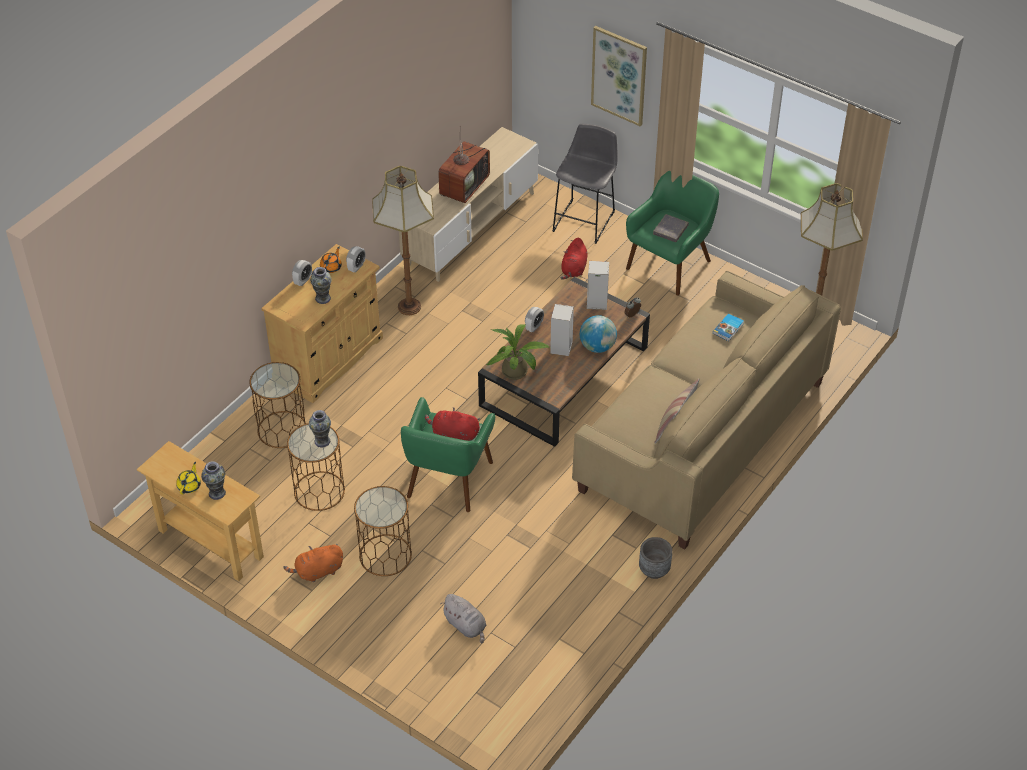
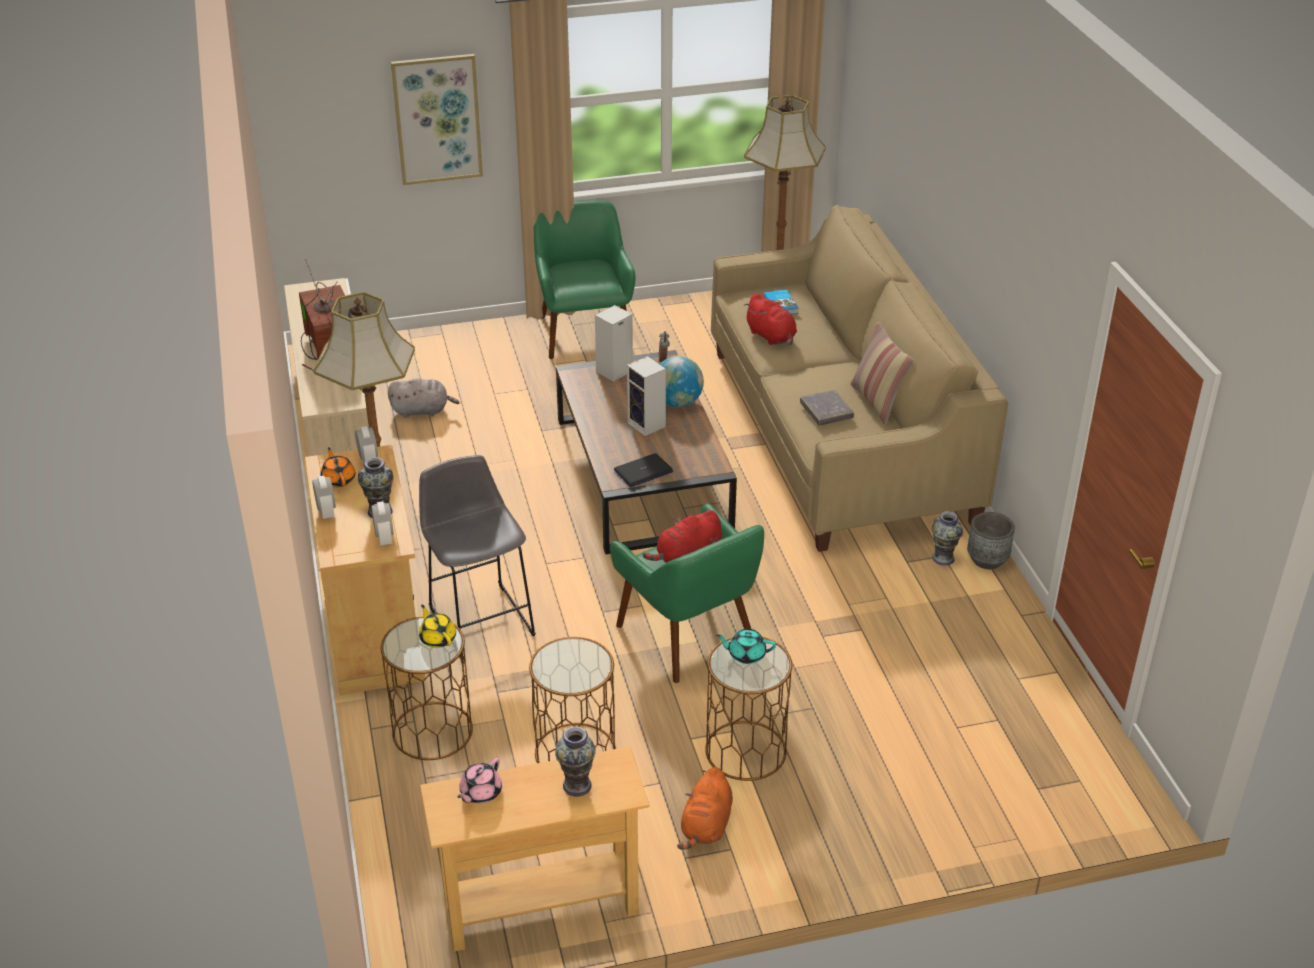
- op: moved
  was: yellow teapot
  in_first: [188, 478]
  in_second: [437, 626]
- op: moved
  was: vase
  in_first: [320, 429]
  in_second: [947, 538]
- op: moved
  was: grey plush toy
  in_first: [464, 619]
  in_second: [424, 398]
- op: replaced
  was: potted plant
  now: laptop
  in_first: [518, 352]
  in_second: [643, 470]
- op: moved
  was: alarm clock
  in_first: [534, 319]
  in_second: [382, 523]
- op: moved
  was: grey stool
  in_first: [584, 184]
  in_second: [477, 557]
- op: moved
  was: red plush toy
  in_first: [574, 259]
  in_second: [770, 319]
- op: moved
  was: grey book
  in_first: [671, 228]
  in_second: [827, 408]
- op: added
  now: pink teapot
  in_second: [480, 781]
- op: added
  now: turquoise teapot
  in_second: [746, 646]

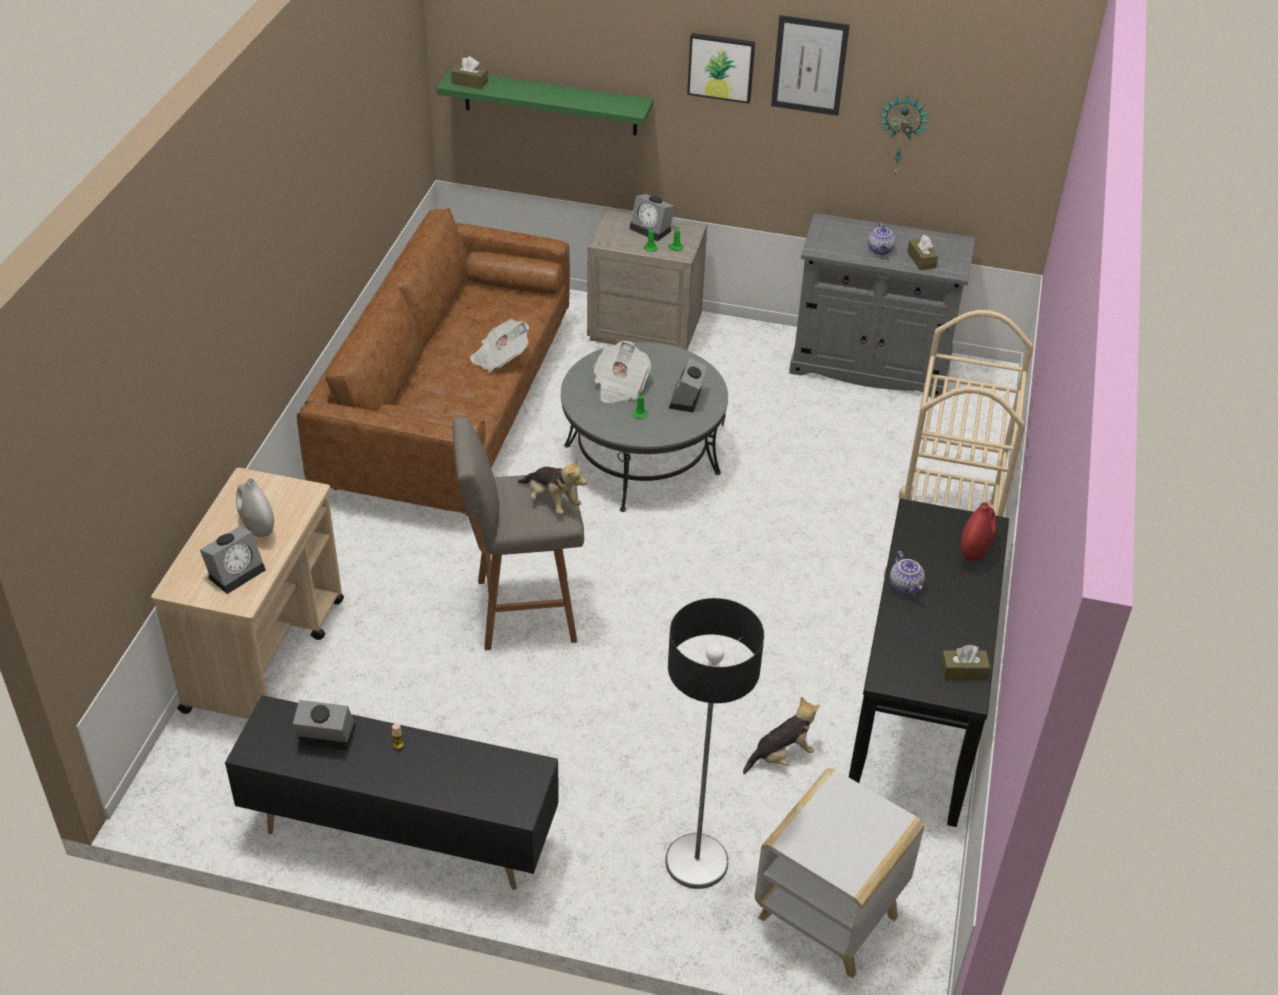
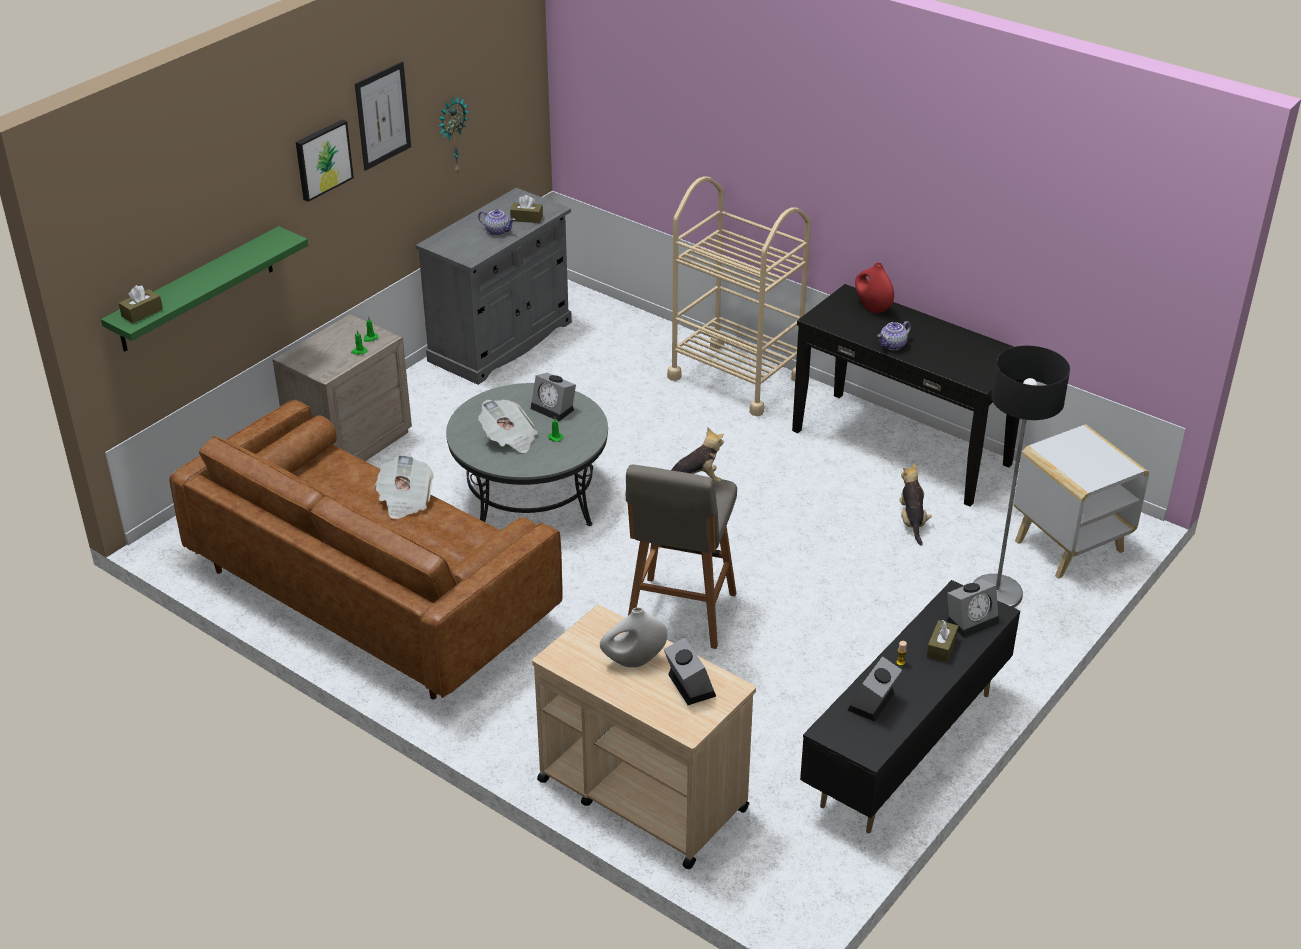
- op: moved
  was: alarm clock
  in_first: [652, 217]
  in_second: [973, 608]
- op: turned
  was: teapot
  in_first: [907, 573]
  in_second: [894, 335]
  clockwise: 135
- op: moved
  was: brown tissue box
  in_first: [965, 663]
  in_second: [942, 641]

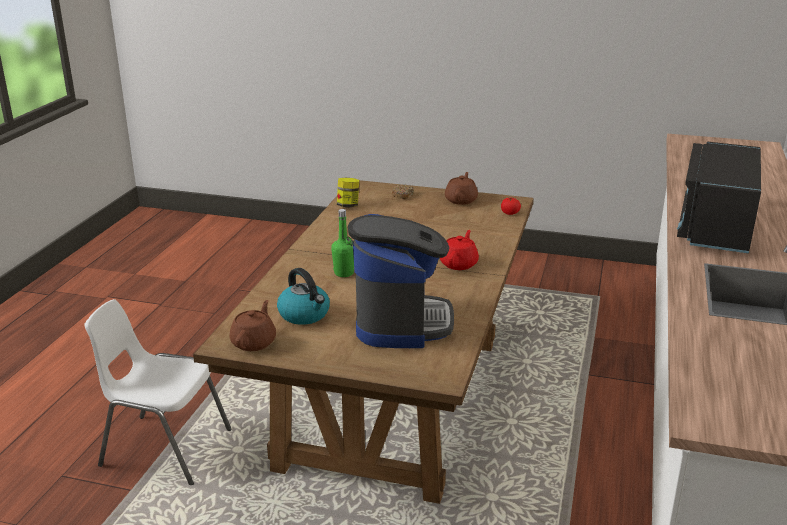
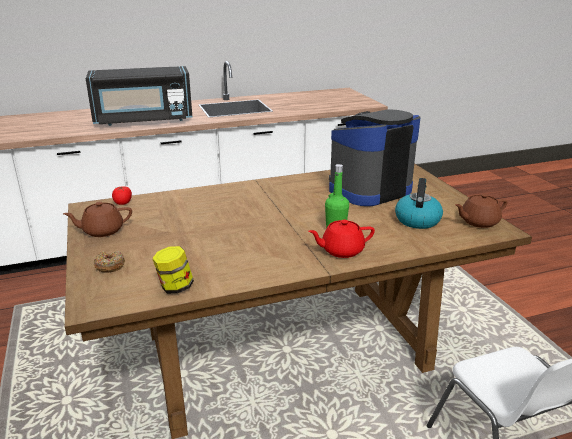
- op: moved
  was: red teapot
  in_first: [459, 250]
  in_second: [341, 239]

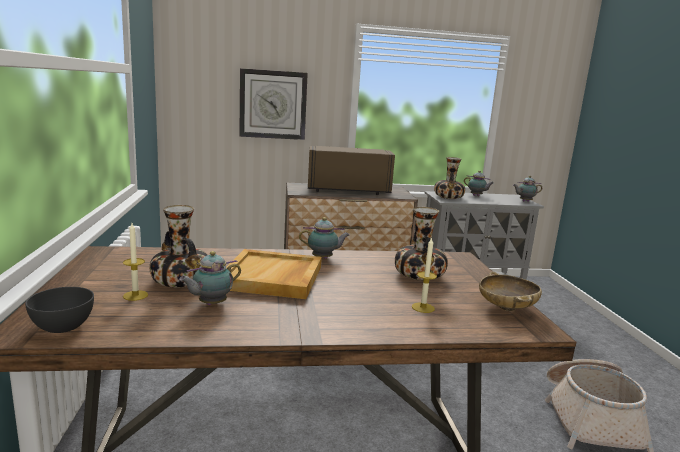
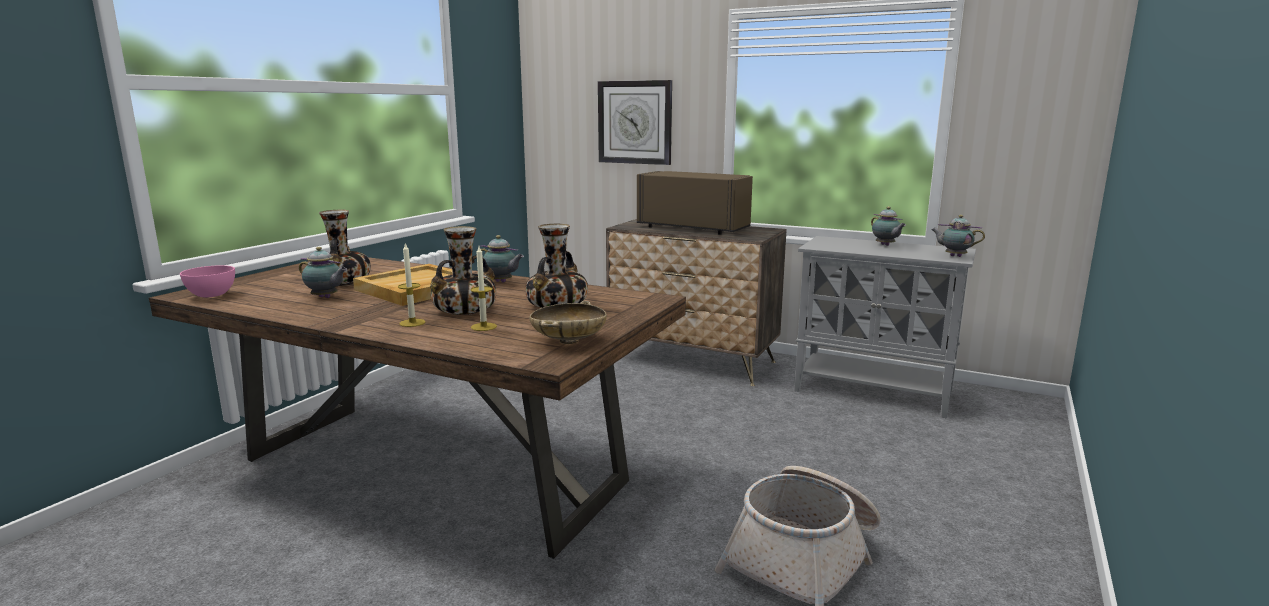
- op: recoloured
  was: grey bowl
  now: pink bowl
  in_first: [59, 310]
  in_second: [207, 281]
- op: moved
  was: candle
  in_first: [135, 262]
  in_second: [412, 285]
- op: turned
  was: teapot
  in_first: [210, 278]
  in_second: [323, 272]
  clockwise: -150
- op: moved
  was: vase
  in_first: [449, 178]
  in_second: [463, 270]

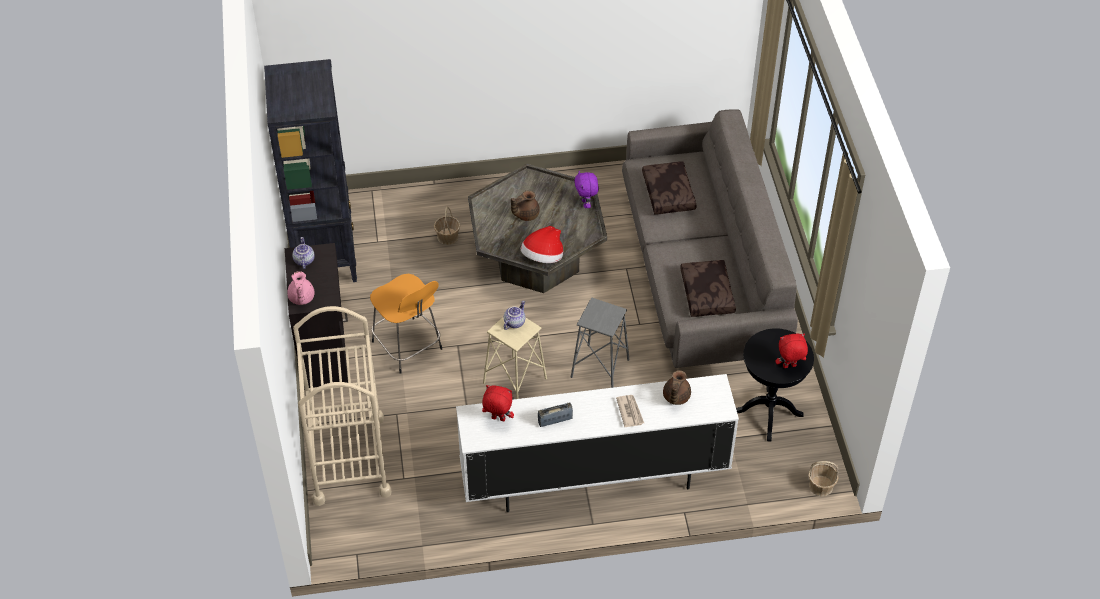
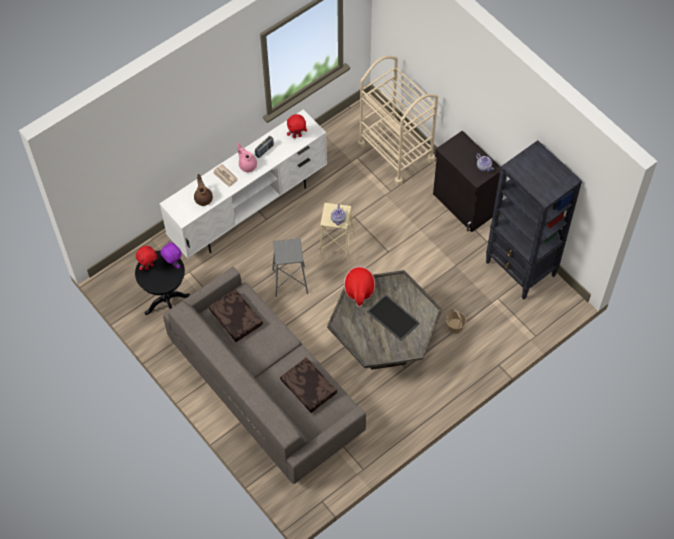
- op: moved
  was: pink teapot
  in_first: [301, 288]
  in_second: [247, 157]
- op: removed
  was: orange stool
  in_first: [406, 324]
- op: replaced
  was: brown teapot
  now: tray
  in_first: [525, 205]
  in_second: [393, 317]
- op: moved
  was: purple plush toy
  in_first: [586, 189]
  in_second: [171, 255]
- op: removed
  was: basket
  in_first: [823, 478]

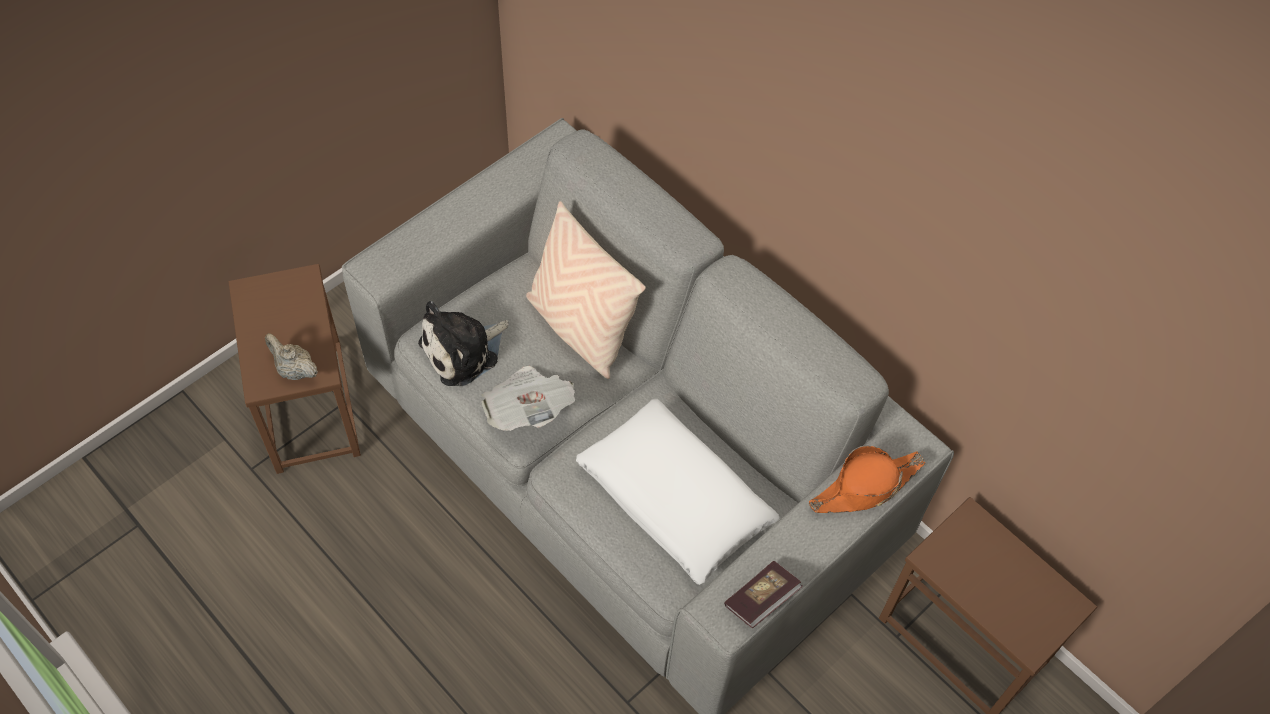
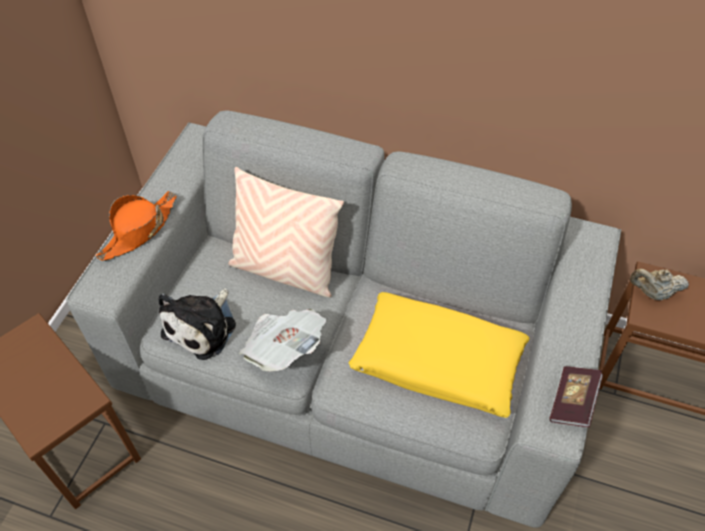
- op: moved
  was: beige teapot
  in_first: [291, 356]
  in_second: [659, 284]
- op: recoloured
  was: white pillow
  now: yellow pillow
  in_first: [678, 492]
  in_second: [439, 355]
- op: moved
  was: orange hat
  in_first: [867, 479]
  in_second: [136, 226]

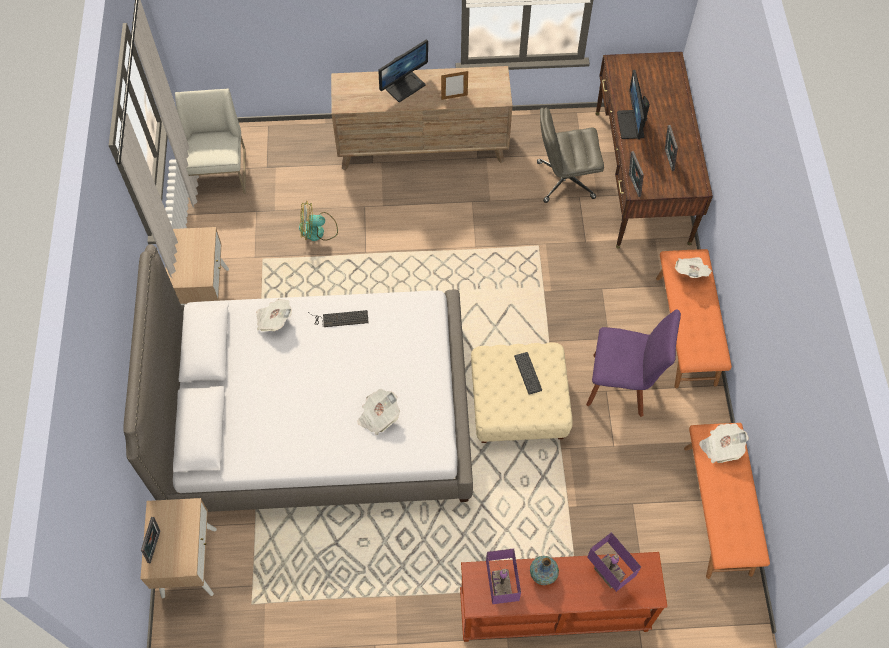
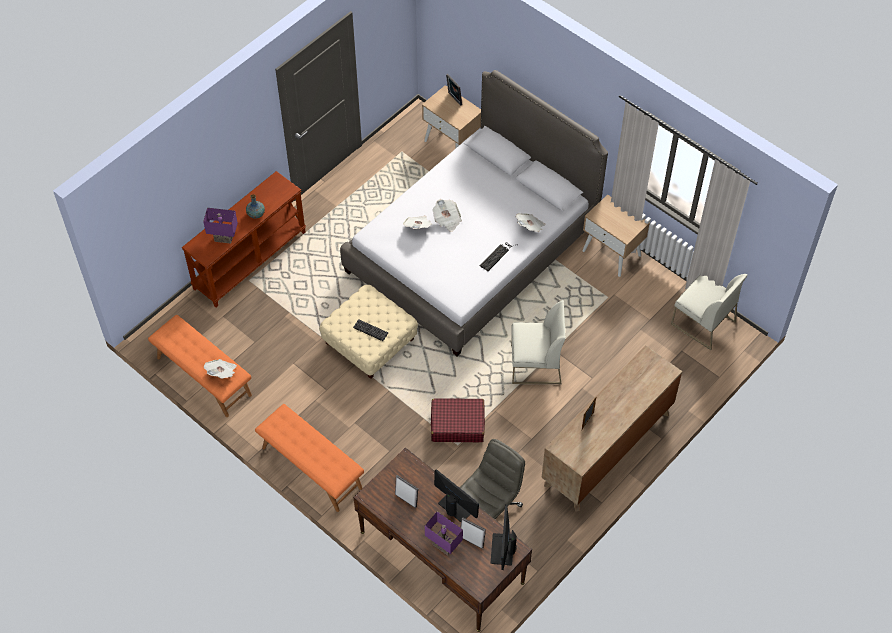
- op: removed
  was: fan
  in_first: [318, 221]
- op: moved
  was: monitor
  in_first: [403, 70]
  in_second: [504, 537]
- op: moved
  was: purple table lamp
  in_first: [503, 576]
  in_second: [444, 533]
- op: removed
  was: purple chair
  in_first: [633, 363]
- op: moved
  was: picture frame
  in_first: [636, 174]
  in_second: [473, 533]
- op: moved
  was: newspaper
  in_first: [693, 267]
  in_second: [447, 215]
- op: added
  now: red suitcase
  in_second: [458, 420]
- op: added
  now: white chair
  in_second: [538, 342]

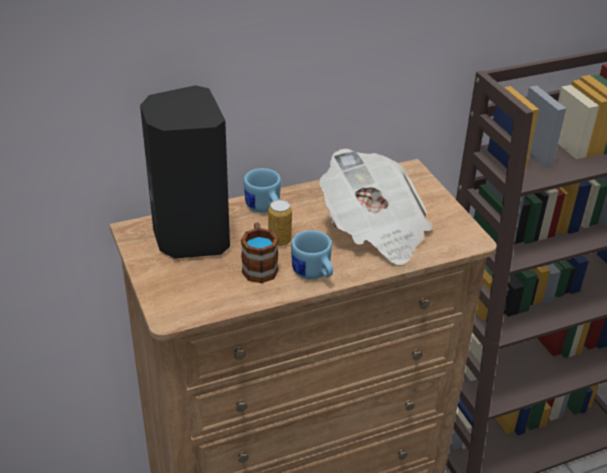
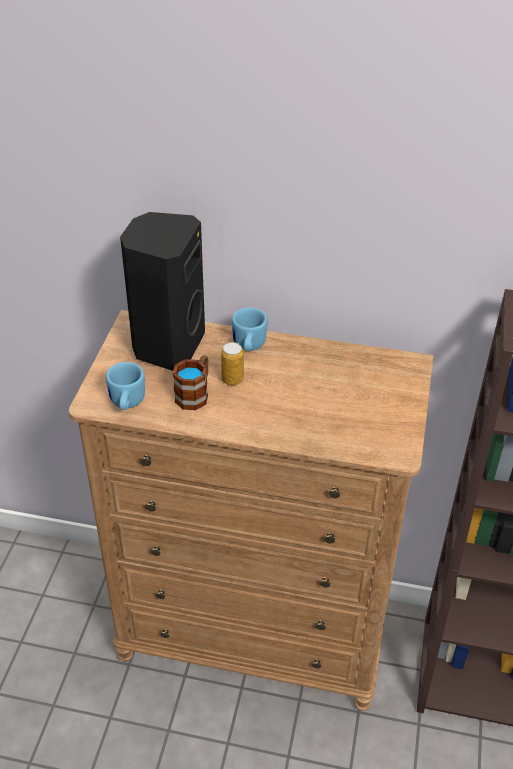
- op: moved
  was: blue mug
  in_first: [312, 255]
  in_second: [125, 386]
- op: removed
  was: newspaper
  in_first: [376, 206]

